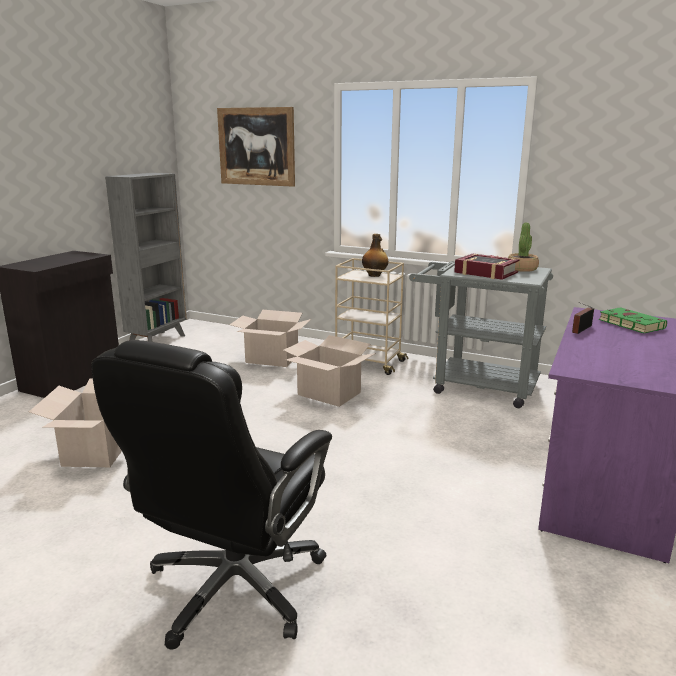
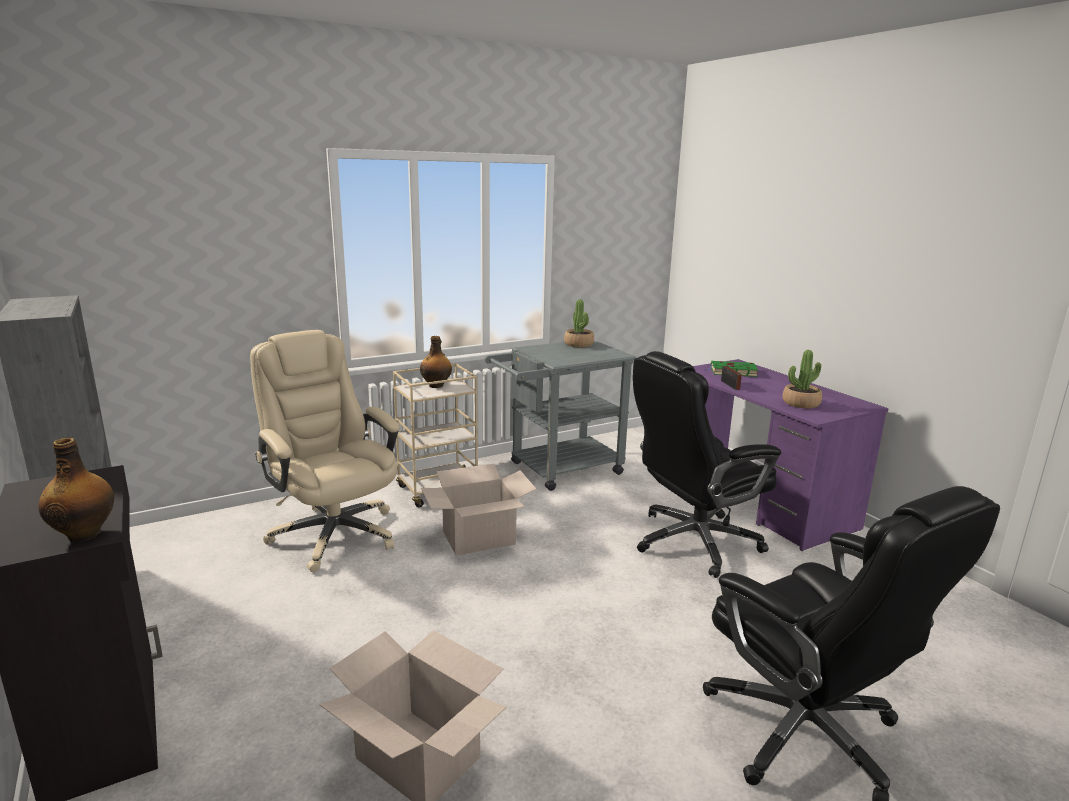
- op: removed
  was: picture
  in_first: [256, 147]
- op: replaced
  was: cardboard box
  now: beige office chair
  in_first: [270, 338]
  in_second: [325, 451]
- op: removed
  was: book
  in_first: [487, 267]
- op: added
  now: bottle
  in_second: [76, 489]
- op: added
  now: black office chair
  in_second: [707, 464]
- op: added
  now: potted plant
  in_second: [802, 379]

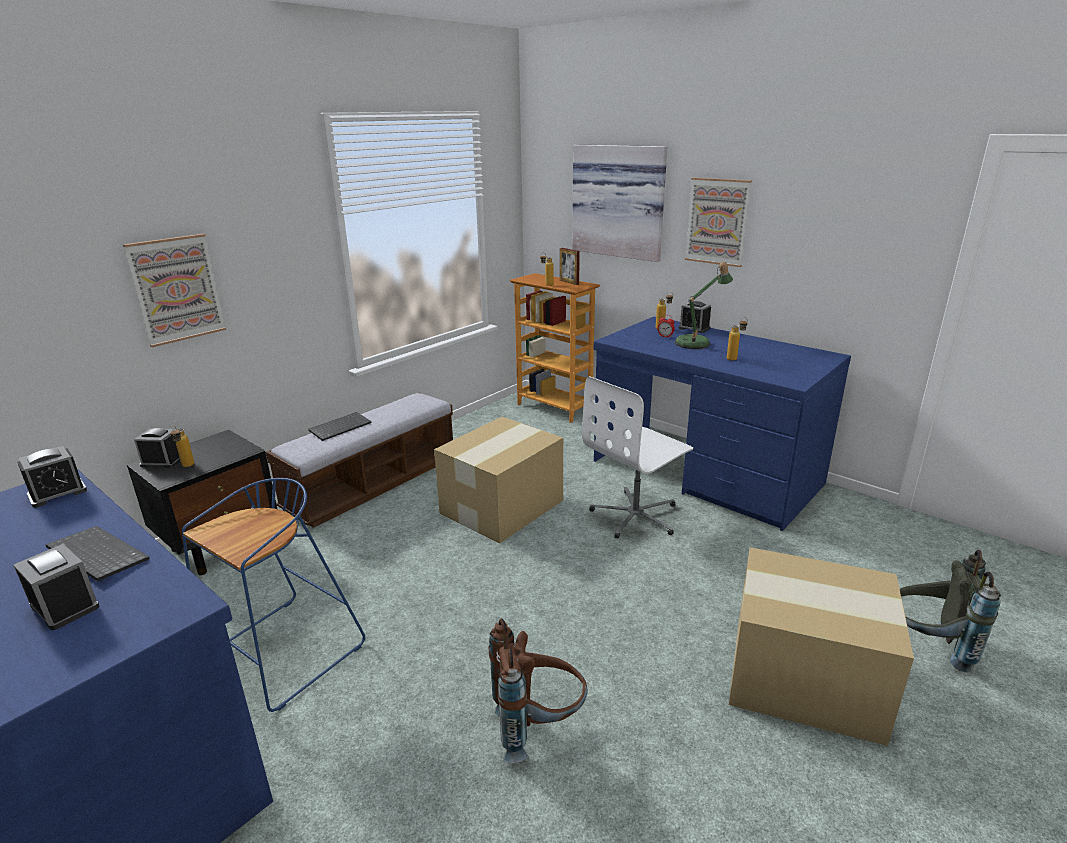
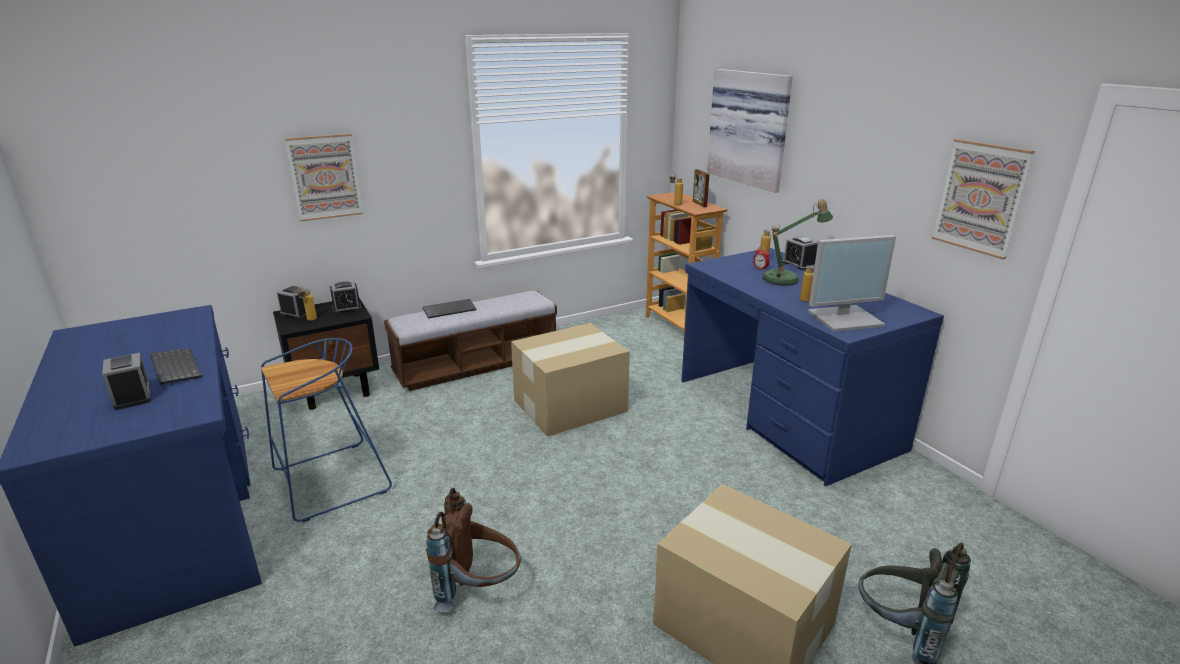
- op: moved
  was: alarm clock
  in_first: [52, 477]
  in_second: [346, 297]
- op: removed
  was: white office chair
  in_first: [637, 457]
- op: moved
  was: picture
  in_first: [718, 222]
  in_second: [983, 199]
- op: added
  now: monitor
  in_second: [852, 283]

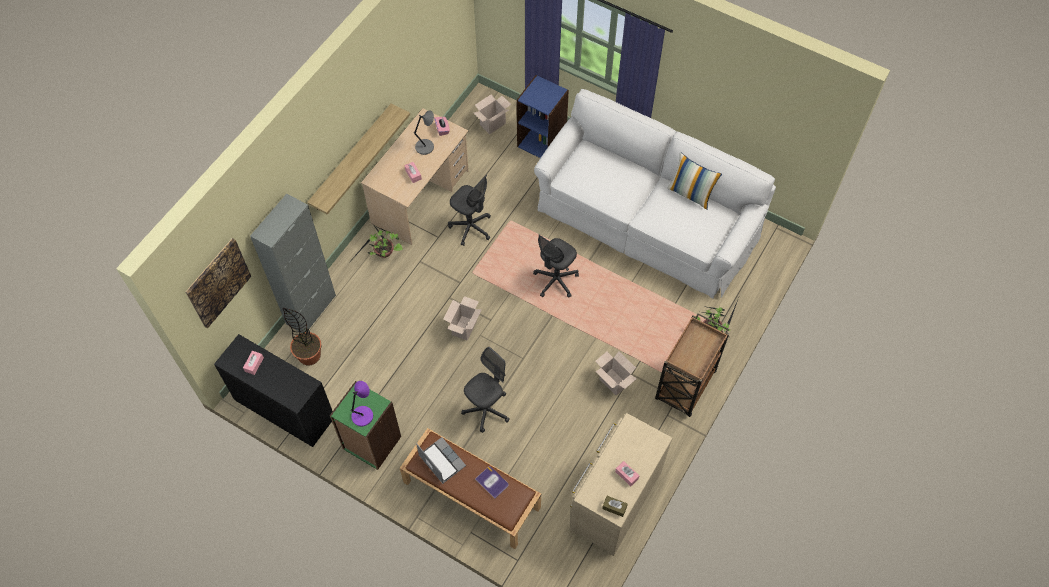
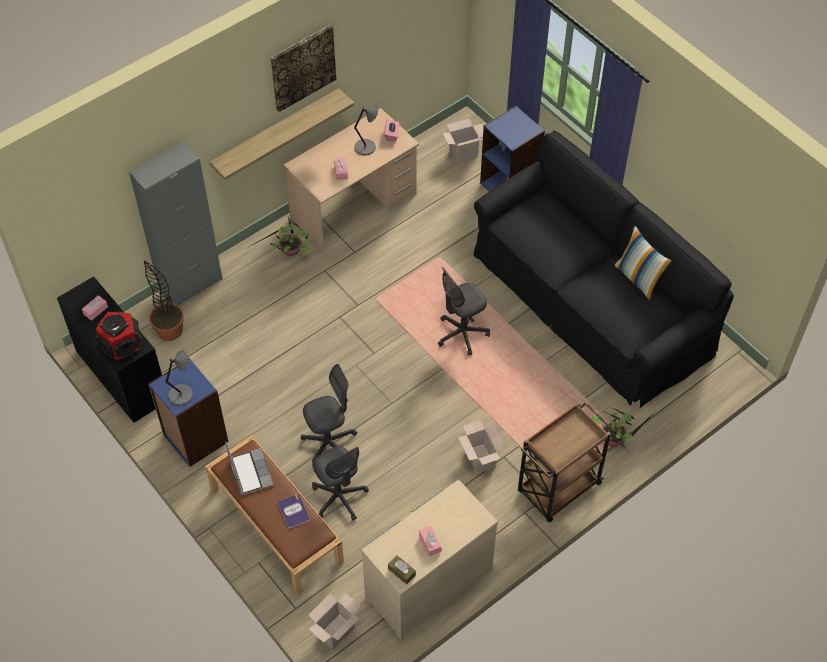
- op: moved
  was: picture
  in_first: [218, 283]
  in_second: [303, 68]
- op: recoloured
  was: green bookcase
  now: blue bookcase
  in_first: [365, 425]
  in_second: [188, 412]
- op: recoloured
  was: purple table lamp
  now: grey table lamp
  in_first: [361, 403]
  in_second: [179, 378]
- op: moved
  was: cardboard box
  in_first: [462, 318]
  in_second: [335, 621]
- op: moved
  was: grey office chair
  in_first: [469, 210]
  in_second: [340, 483]
- op: recoloured
  was: white sofa
  now: black sofa
  in_first: [655, 194]
  in_second: [603, 269]
- op: added
  now: speaker
  in_second: [118, 335]

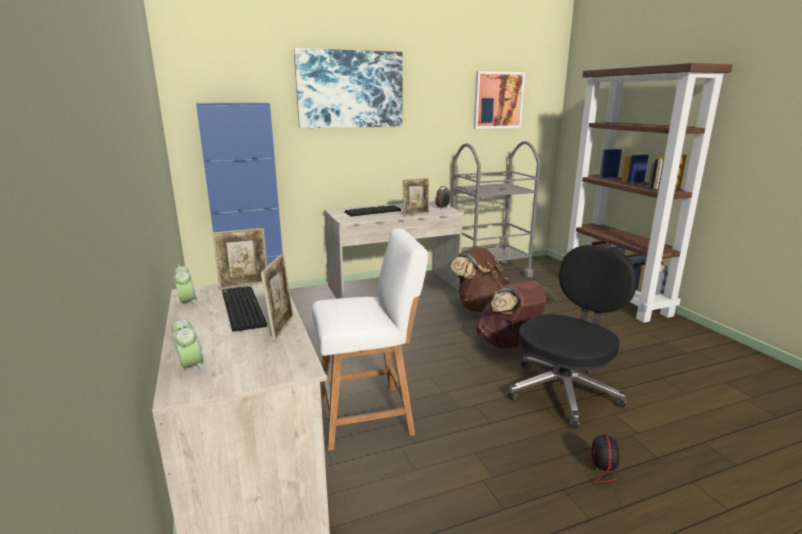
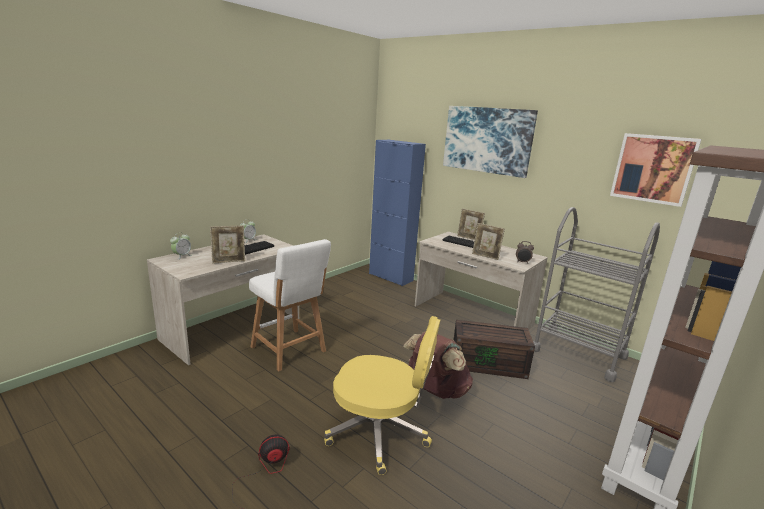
- op: moved
  was: picture frame
  in_first: [240, 259]
  in_second: [471, 224]
- op: replaced
  was: brown backpack
  now: brown storage box
  in_first: [481, 279]
  in_second: [494, 349]
- op: recoloured
  was: black office chair
  now: yellow office chair
  in_first: [572, 336]
  in_second: [382, 395]

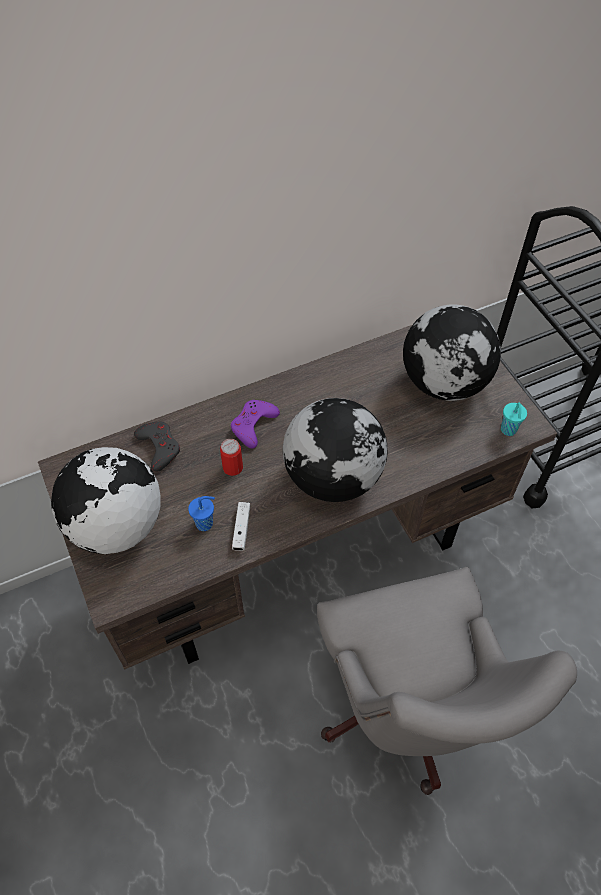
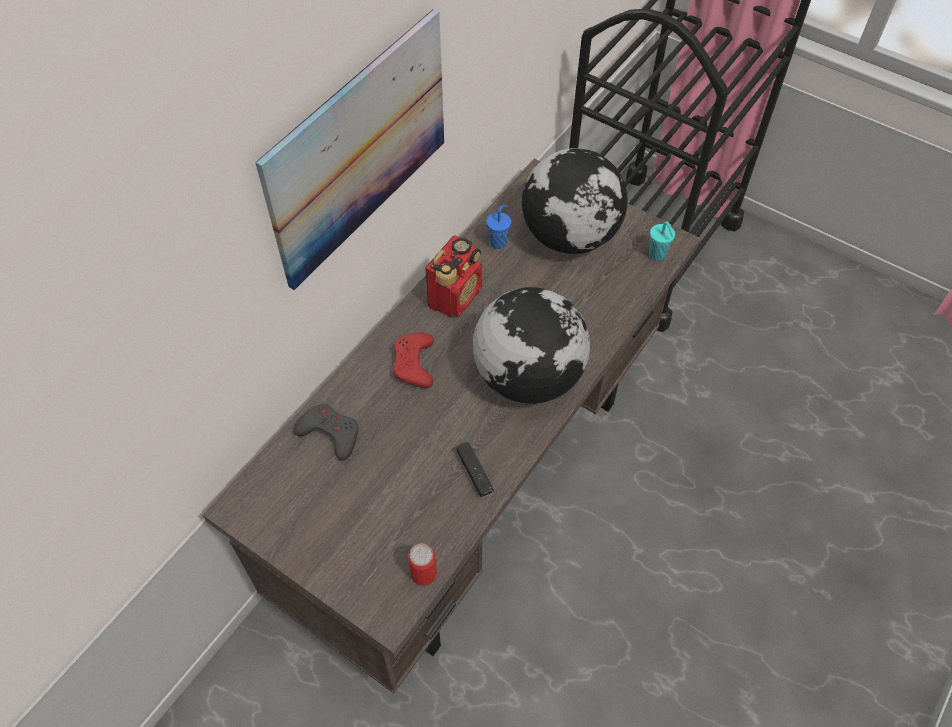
- op: removed
  was: globe
  in_first: [106, 500]
- op: moved
  was: blue cup
  in_first: [201, 513]
  in_second: [499, 227]
- op: moved
  was: can
  in_first: [231, 457]
  in_second: [422, 564]
- op: recoloured
  was: purple game controller
  now: red game controller
  in_first: [255, 424]
  in_second: [413, 360]
- op: recoloured
  was: white game controller
  now: black game controller
  in_first: [241, 526]
  in_second: [475, 469]
- op: removed
  was: grey office chair
  in_first: [447, 681]
- op: added
  now: picture
  in_second: [349, 149]
- op: added
  now: radio
  in_second: [453, 276]

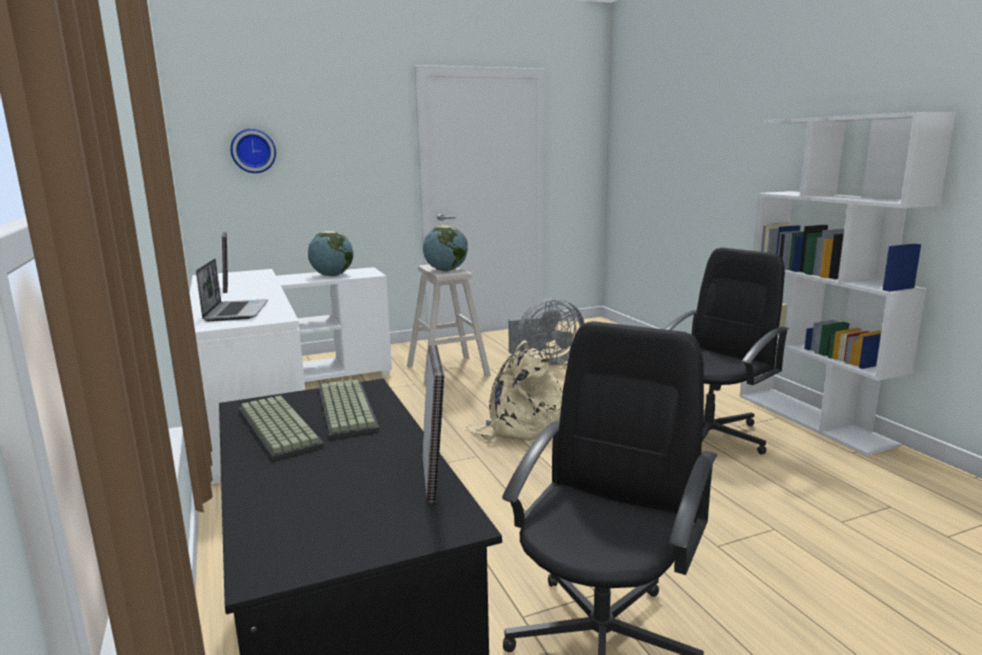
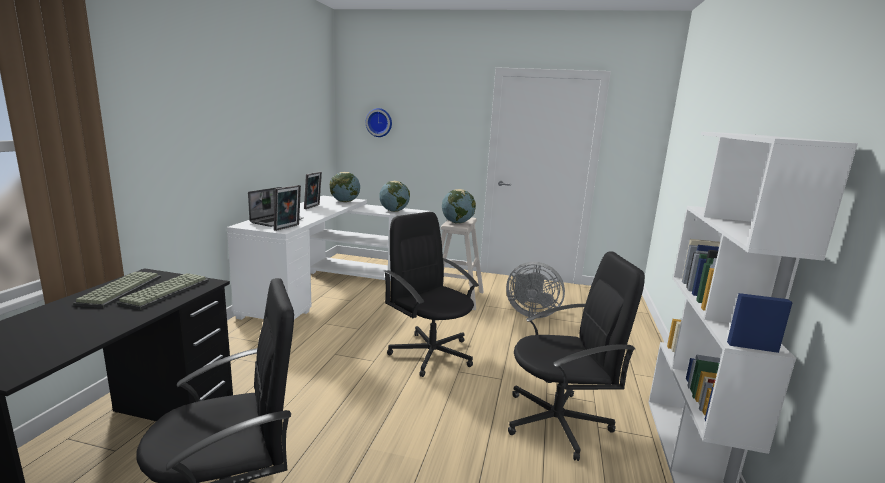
- op: moved
  was: picture frame
  in_first: [433, 424]
  in_second: [287, 208]
- op: replaced
  was: beige backpack
  now: black office chair
  in_first: [515, 390]
  in_second: [431, 294]
- op: added
  now: globe
  in_second: [345, 187]

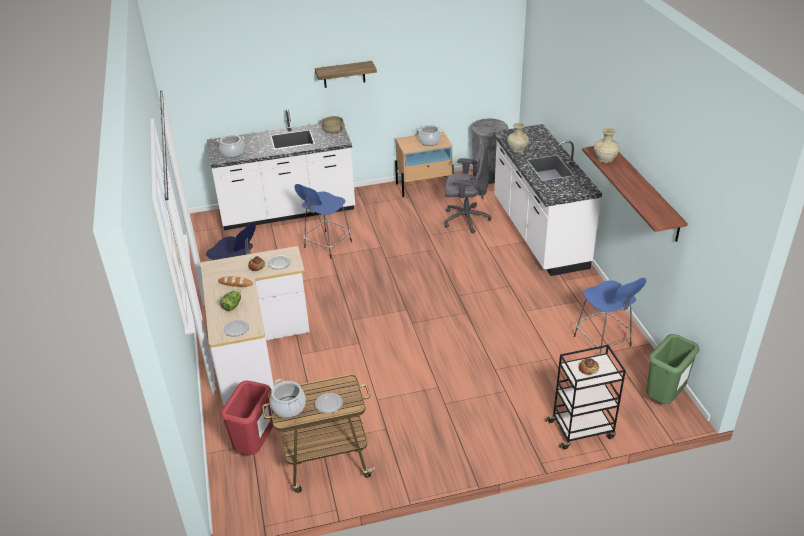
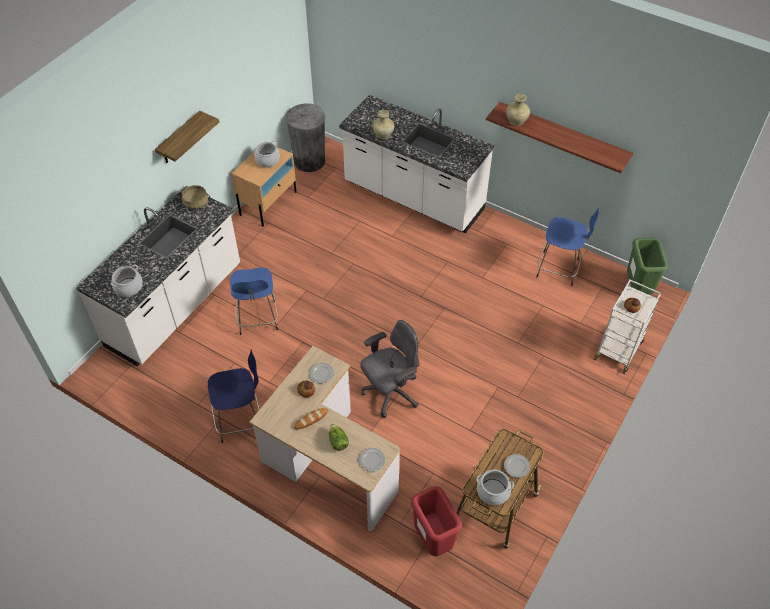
- op: moved
  was: grey office chair
  in_first: [467, 189]
  in_second: [389, 369]
- op: recoloured
  was: black cart
  now: white cart
  in_first: [585, 397]
  in_second: [627, 327]

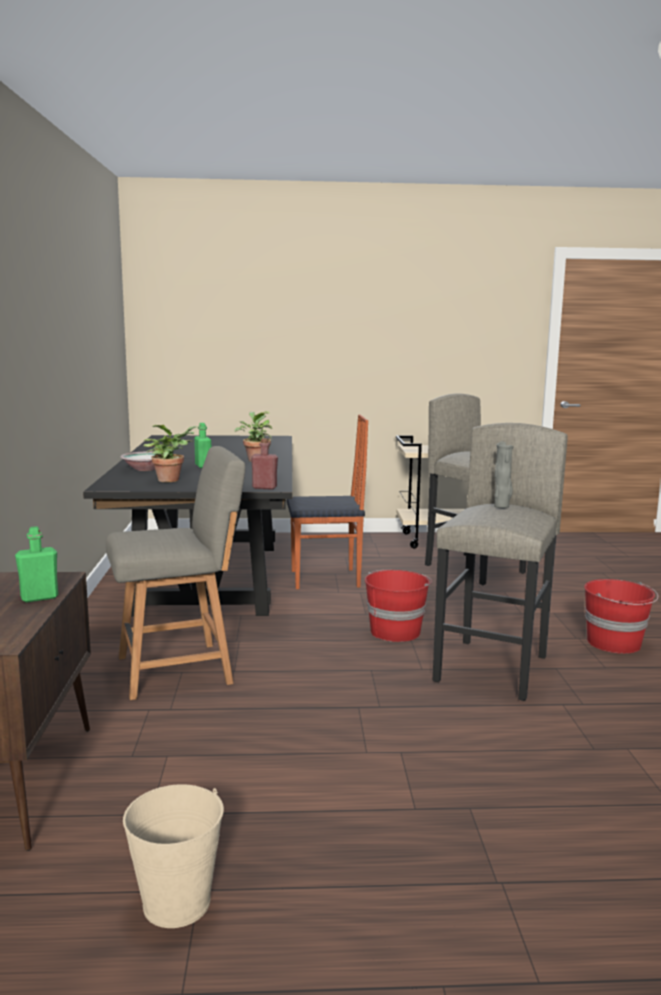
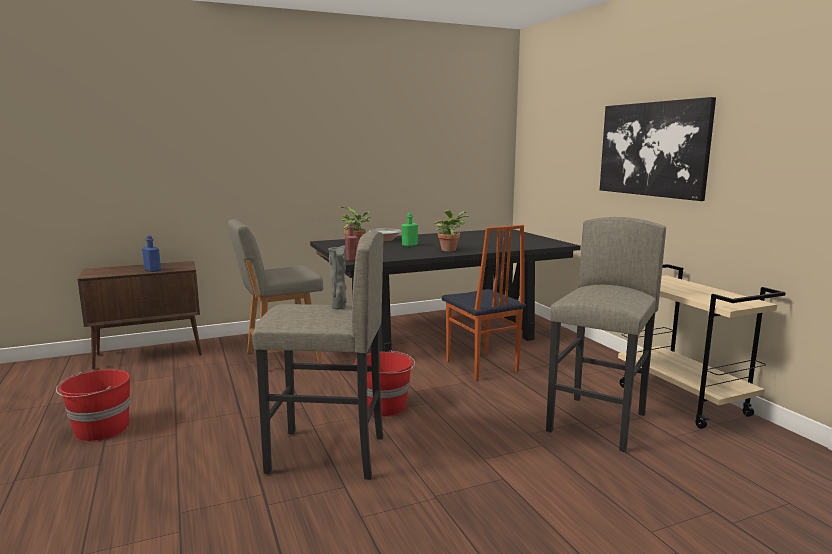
- op: recoloured
  was: green bottle
  now: blue bottle
  in_first: [36, 564]
  in_second: [151, 253]
- op: turned
  was: grey chair
  in_first: [175, 573]
  in_second: [275, 291]
  clockwise: 105
- op: removed
  was: beige bucket
  in_first: [173, 856]
- op: moved
  was: red bucket
  in_first: [621, 616]
  in_second: [93, 405]
- op: added
  now: picture
  in_second: [658, 149]

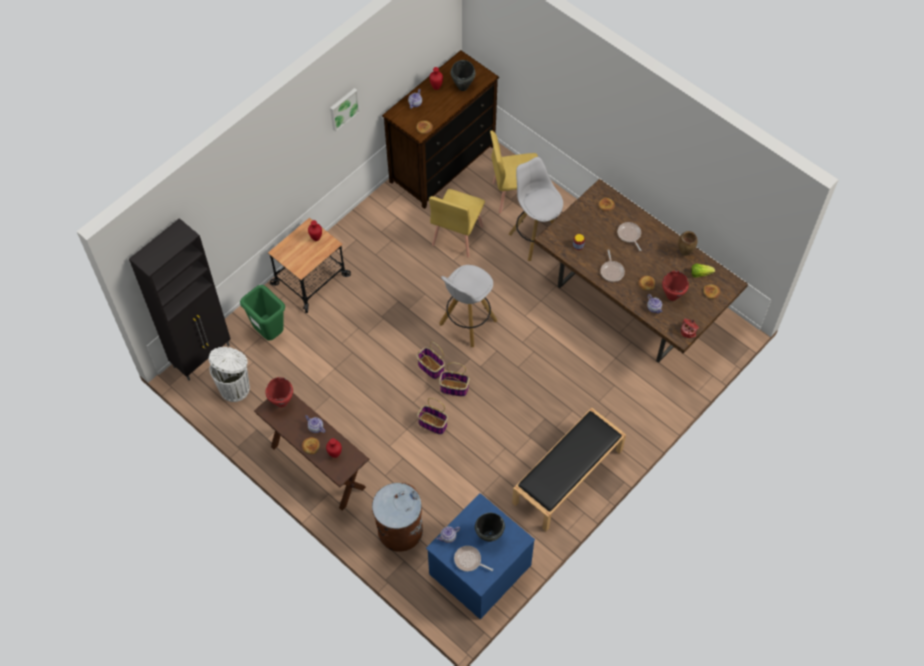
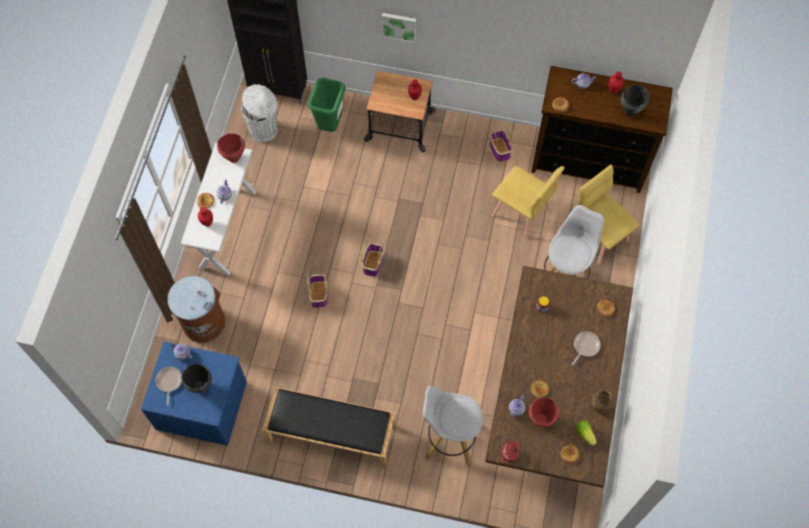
- op: recoloured
  was: brown console table
  now: white console table
  in_first: [311, 451]
  in_second: [219, 209]
- op: moved
  was: picture
  in_first: [345, 110]
  in_second: [399, 28]
- op: turned
  was: yellow chair
  in_first: [457, 223]
  in_second: [528, 202]
  clockwise: -135
- op: moved
  was: white stool
  in_first: [468, 306]
  in_second: [453, 426]
- op: moved
  was: basket
  in_first: [454, 379]
  in_second: [501, 144]
- op: removed
  was: frying pan
  in_first: [612, 266]

